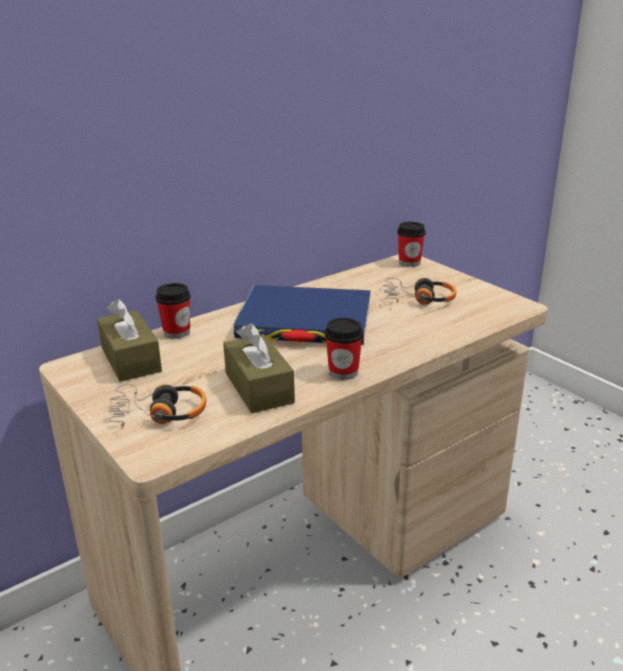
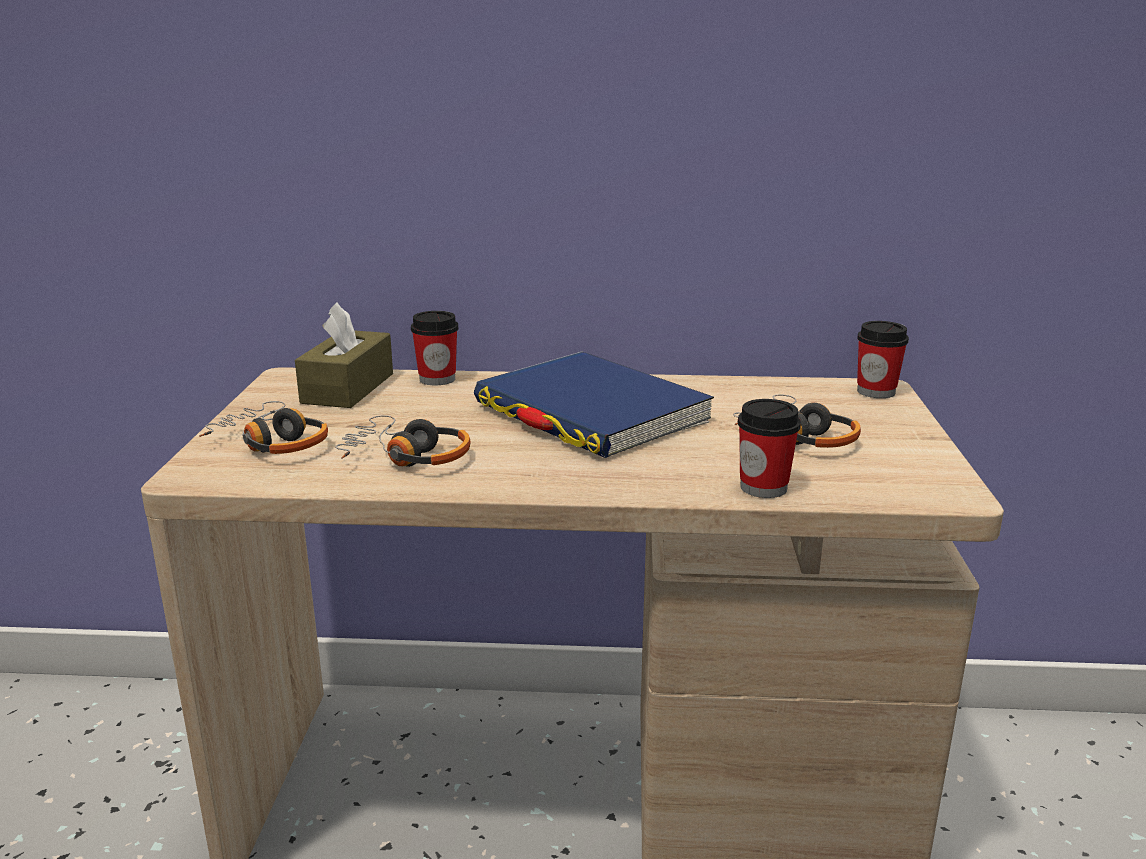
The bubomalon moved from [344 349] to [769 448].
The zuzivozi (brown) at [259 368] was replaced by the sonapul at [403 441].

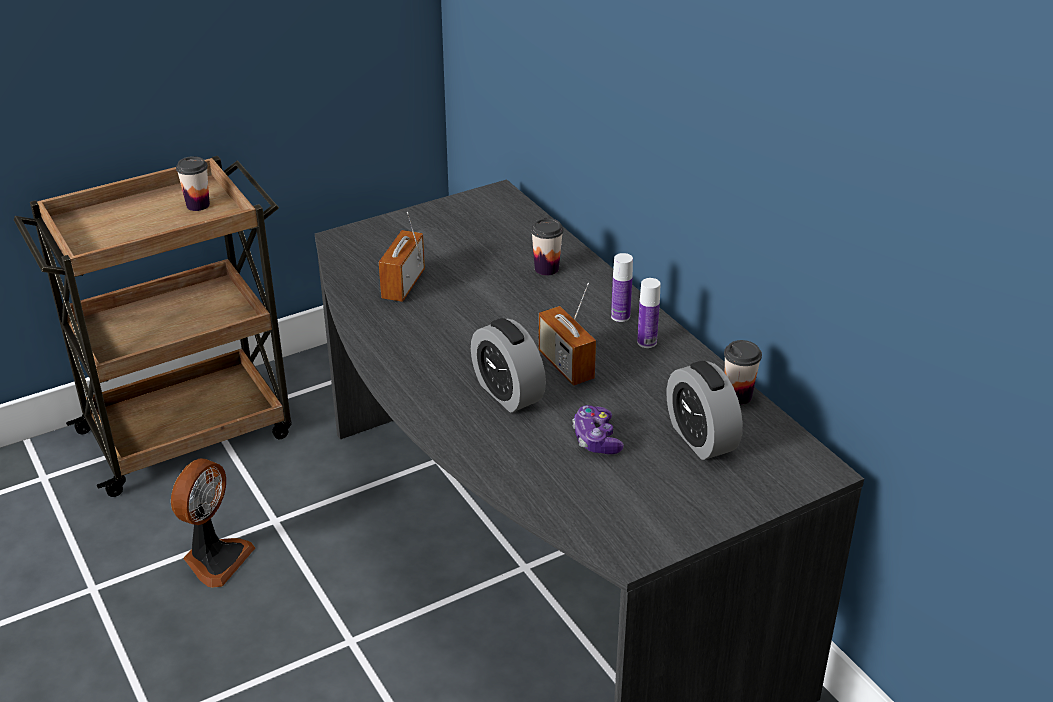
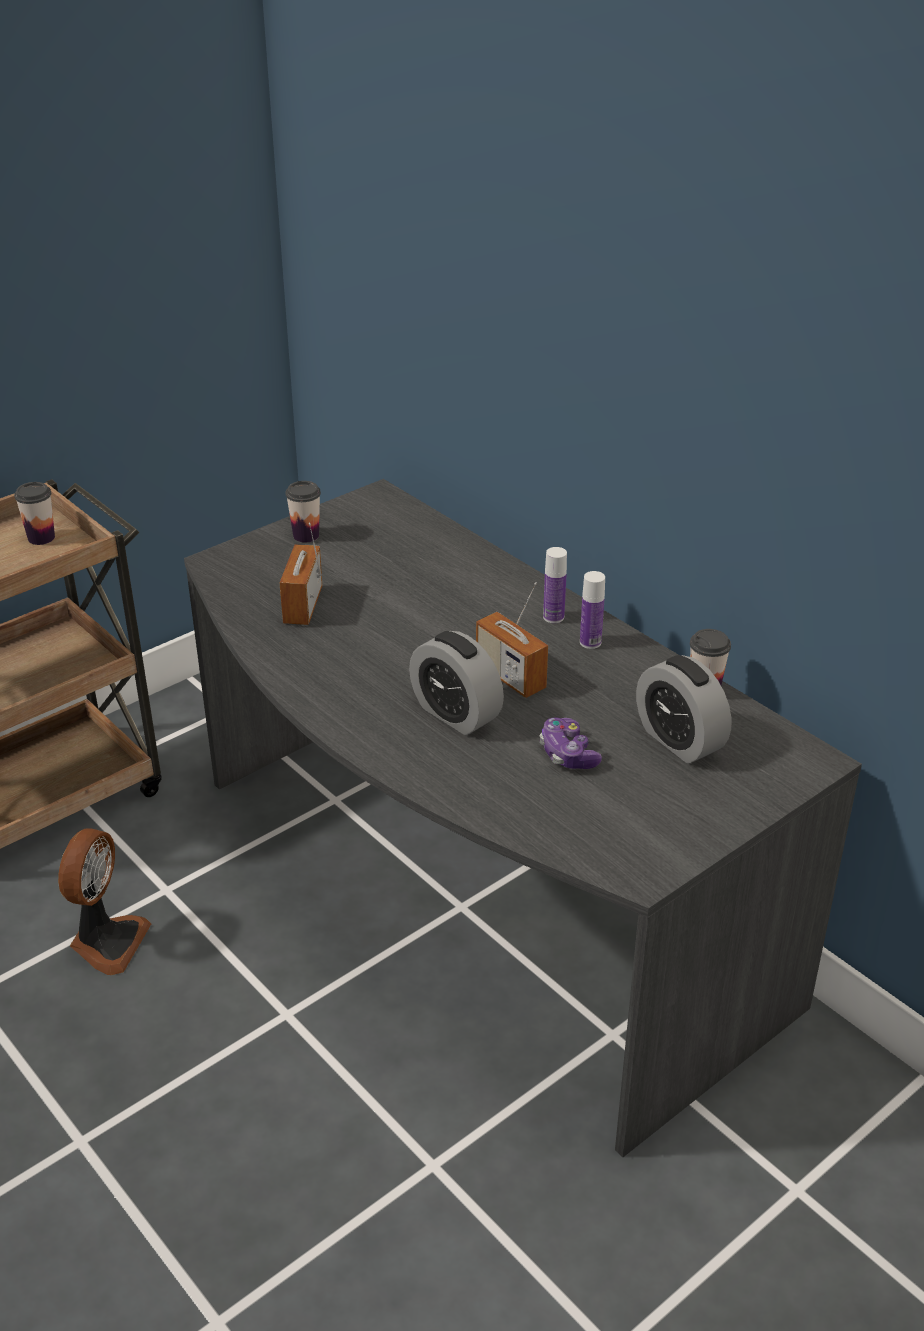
The bubomalon moved from [547 247] to [303 511].

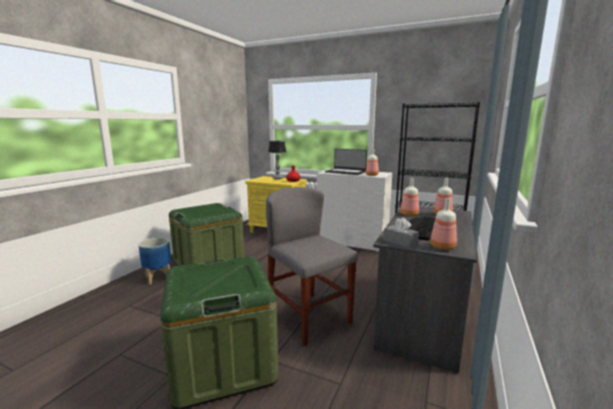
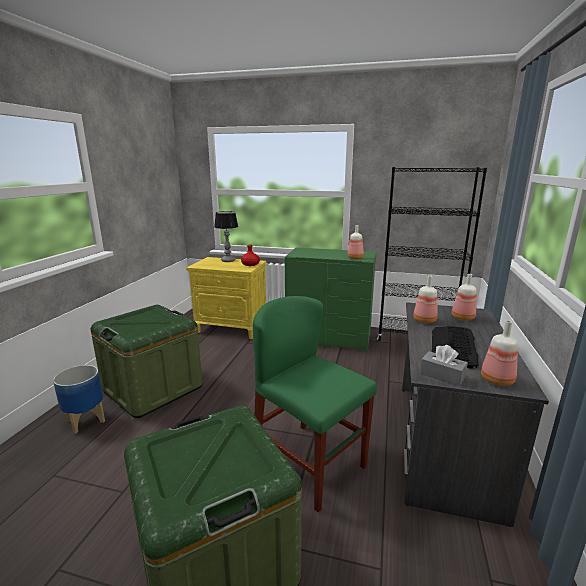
The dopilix at [346 162] disappeared.
The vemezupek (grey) at [312 266] became the vemezupek (green) at [315 404].
The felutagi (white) at [354 211] became the felutagi (green) at [330 299].

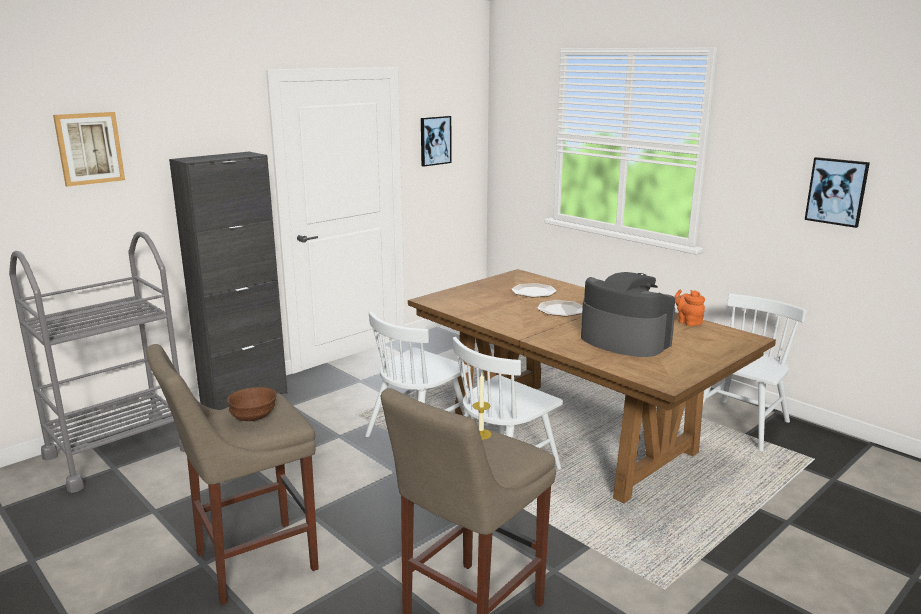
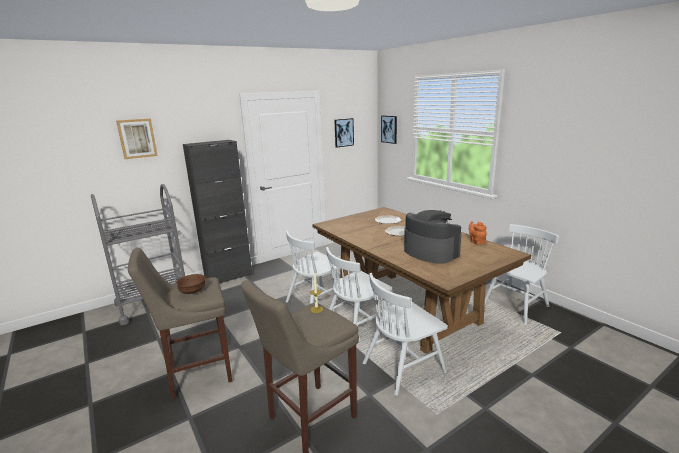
The vemezupek (white) at [405 334] appeared.
The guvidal moved from [837 192] to [389 130].

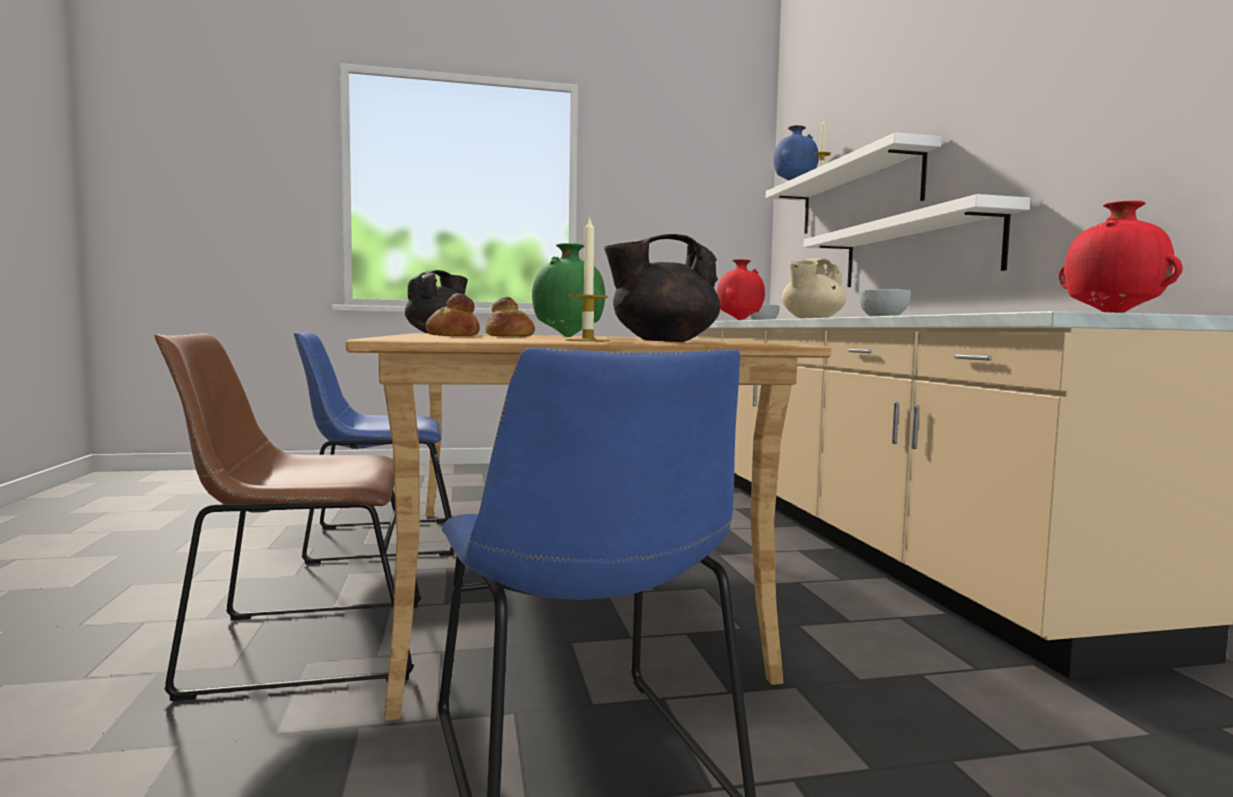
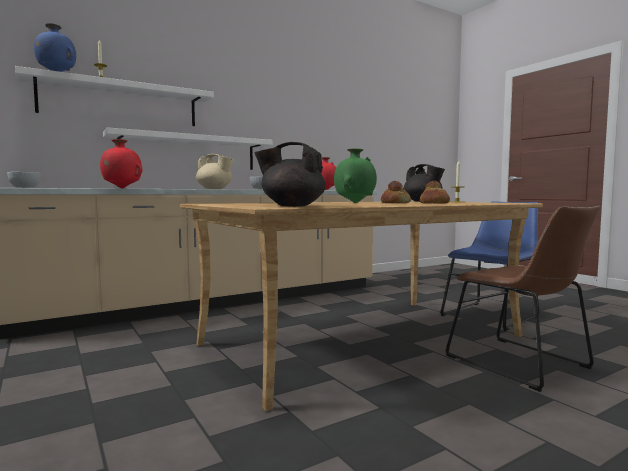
The vemezupek (blue) at [374 448] disappeared.

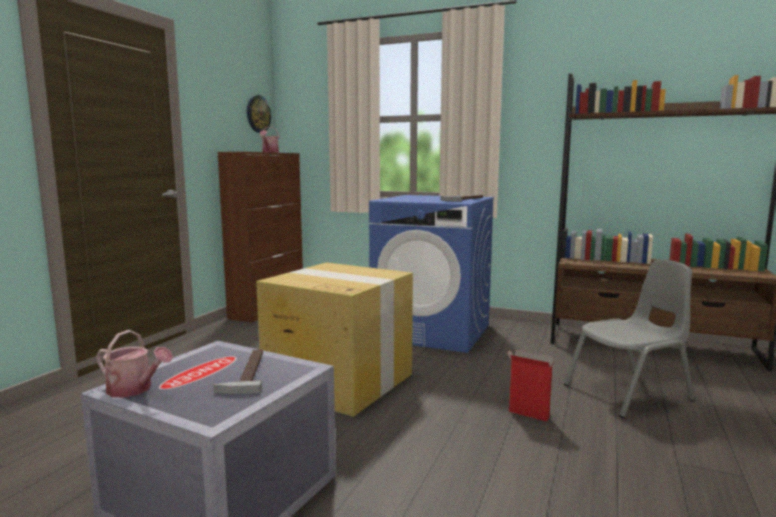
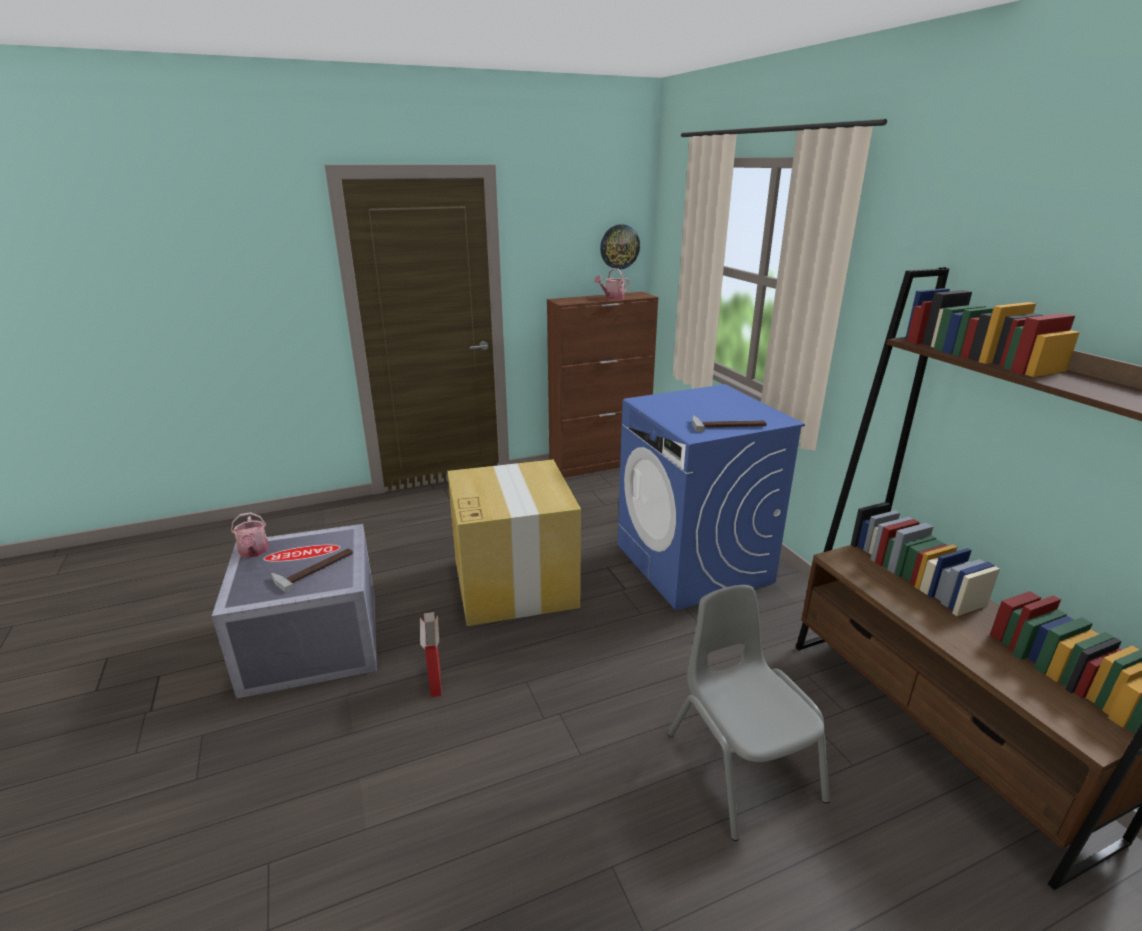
The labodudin moved from [531 386] to [431 654].
The vemezupek (grey) at [629 338] turned 135 degrees counterclockwise.

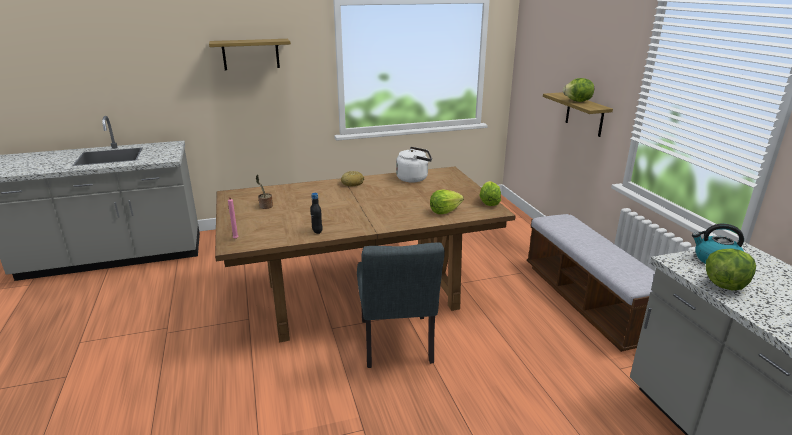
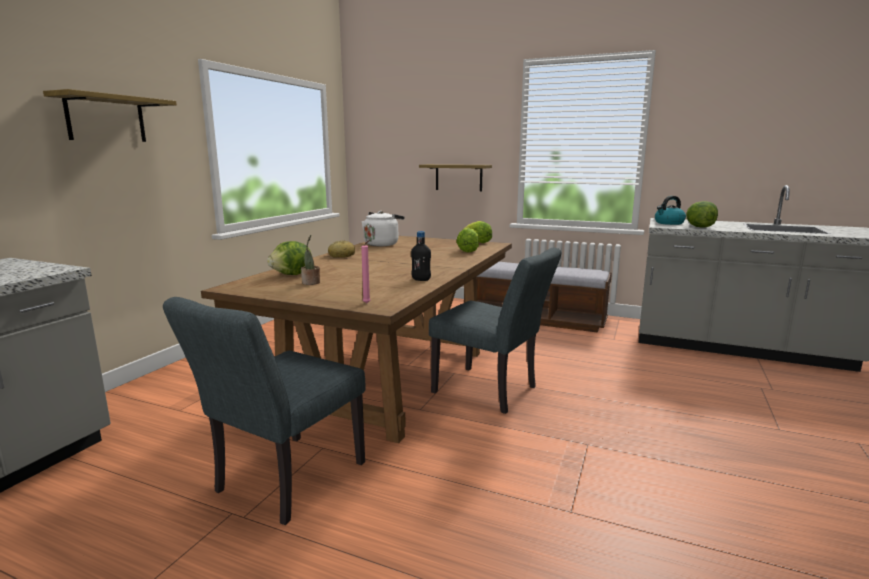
The vemezupek (grey) at [264 411] appeared.
The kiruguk moved from [578 90] to [289 258].

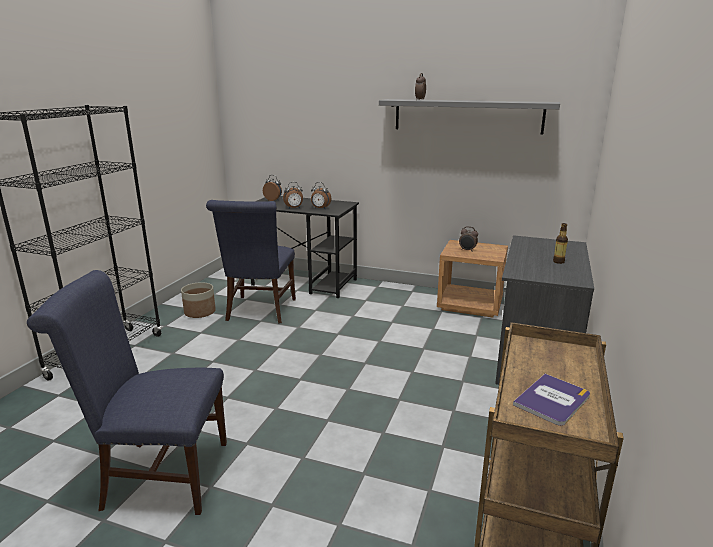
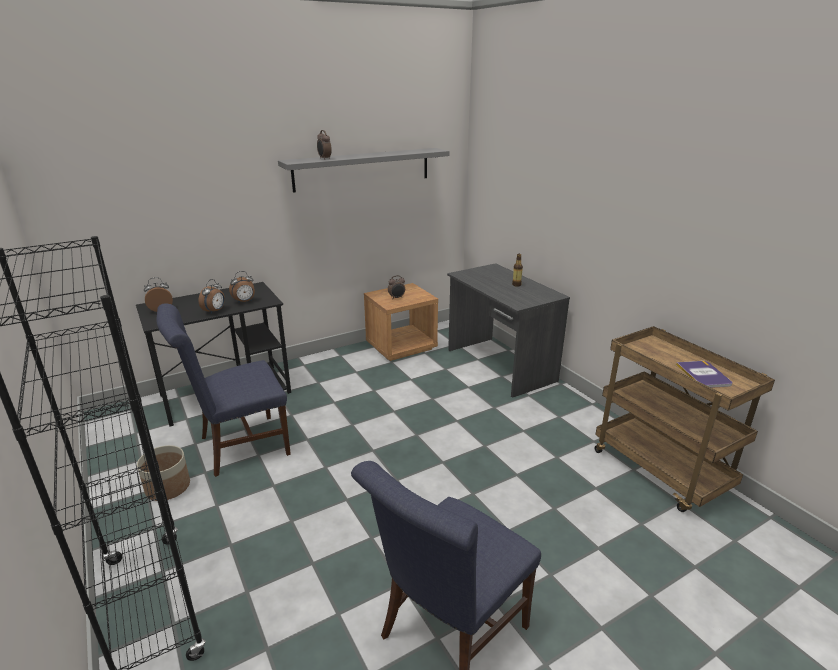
The vemezupek (blue) at [251 261] turned 105 degrees clockwise.

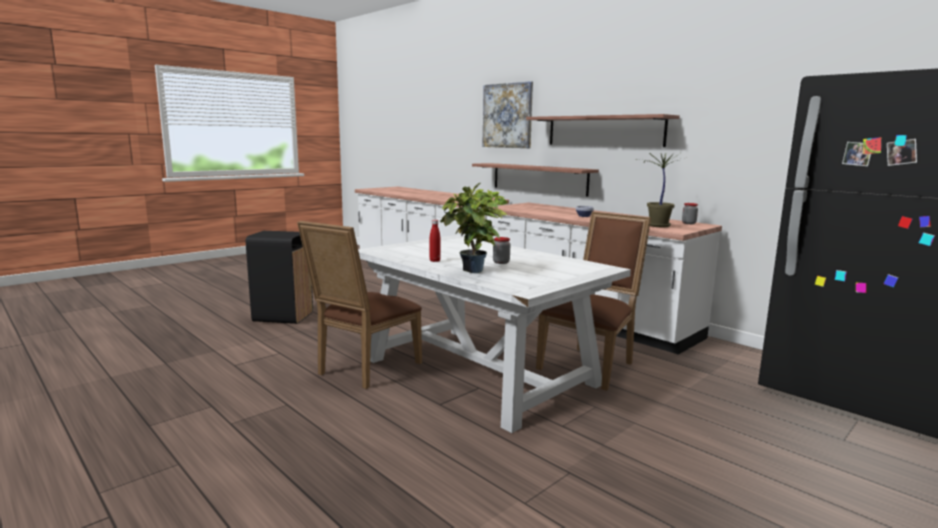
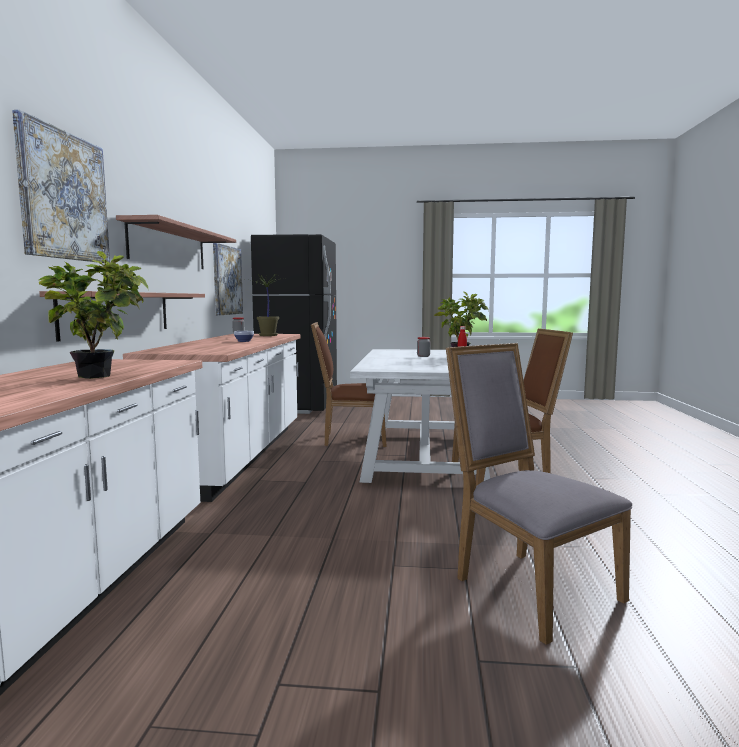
The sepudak at [93 315] appeared.
The guvidal at [228 279] appeared.
The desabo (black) at [279 277] was replaced by the vemezupek (grey) at [539 494].

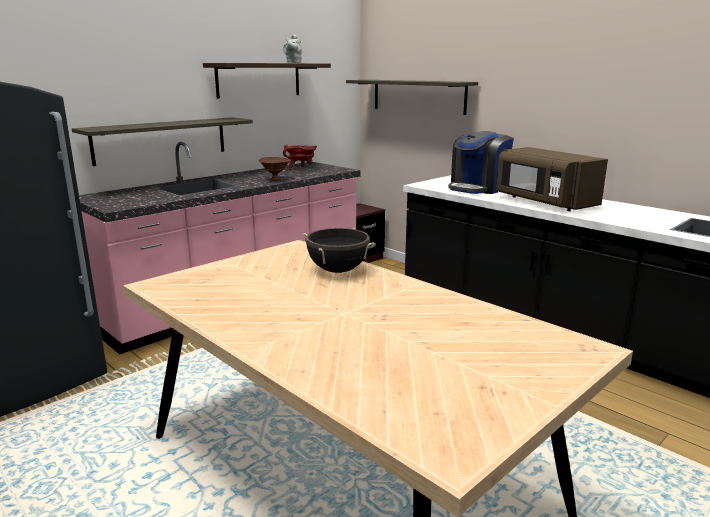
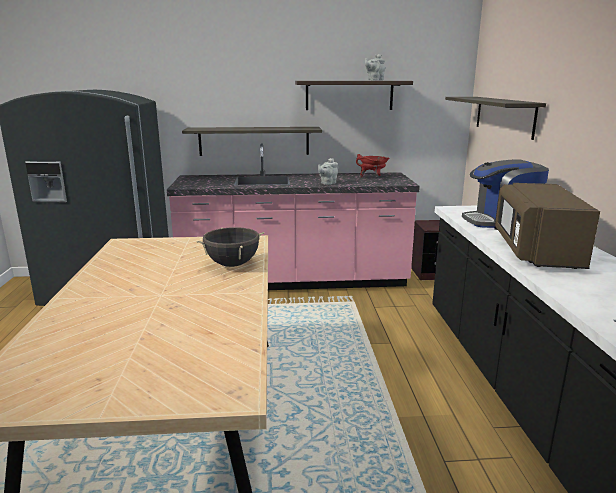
The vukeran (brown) at [274 169] was replaced by the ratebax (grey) at [328 171].

